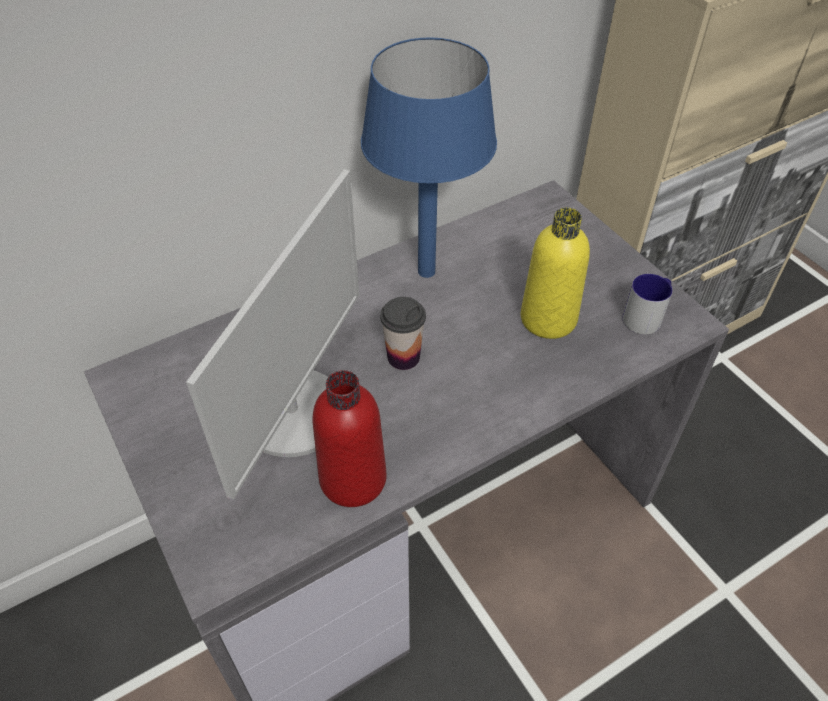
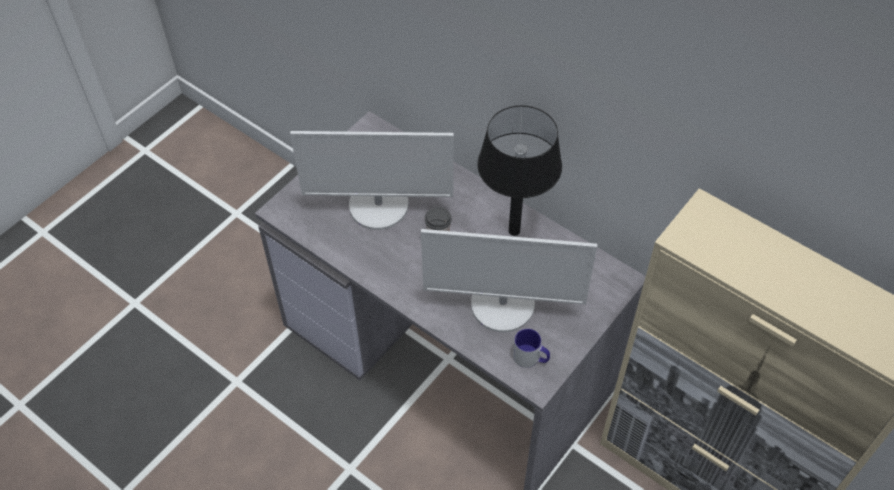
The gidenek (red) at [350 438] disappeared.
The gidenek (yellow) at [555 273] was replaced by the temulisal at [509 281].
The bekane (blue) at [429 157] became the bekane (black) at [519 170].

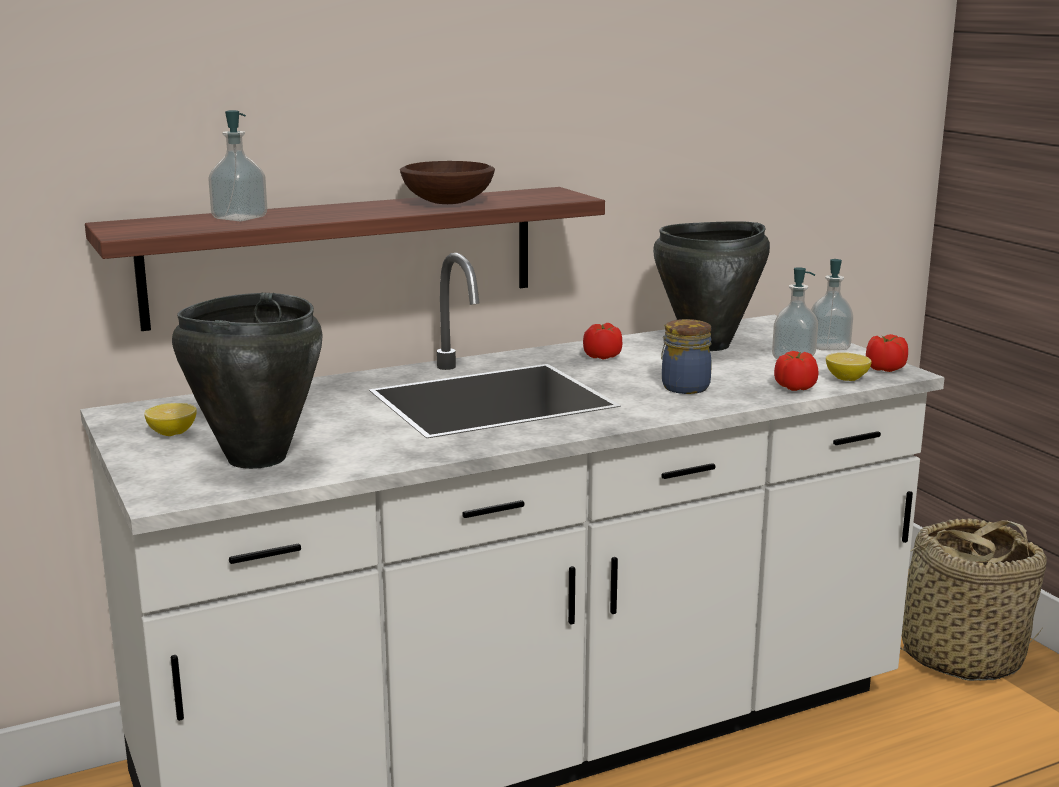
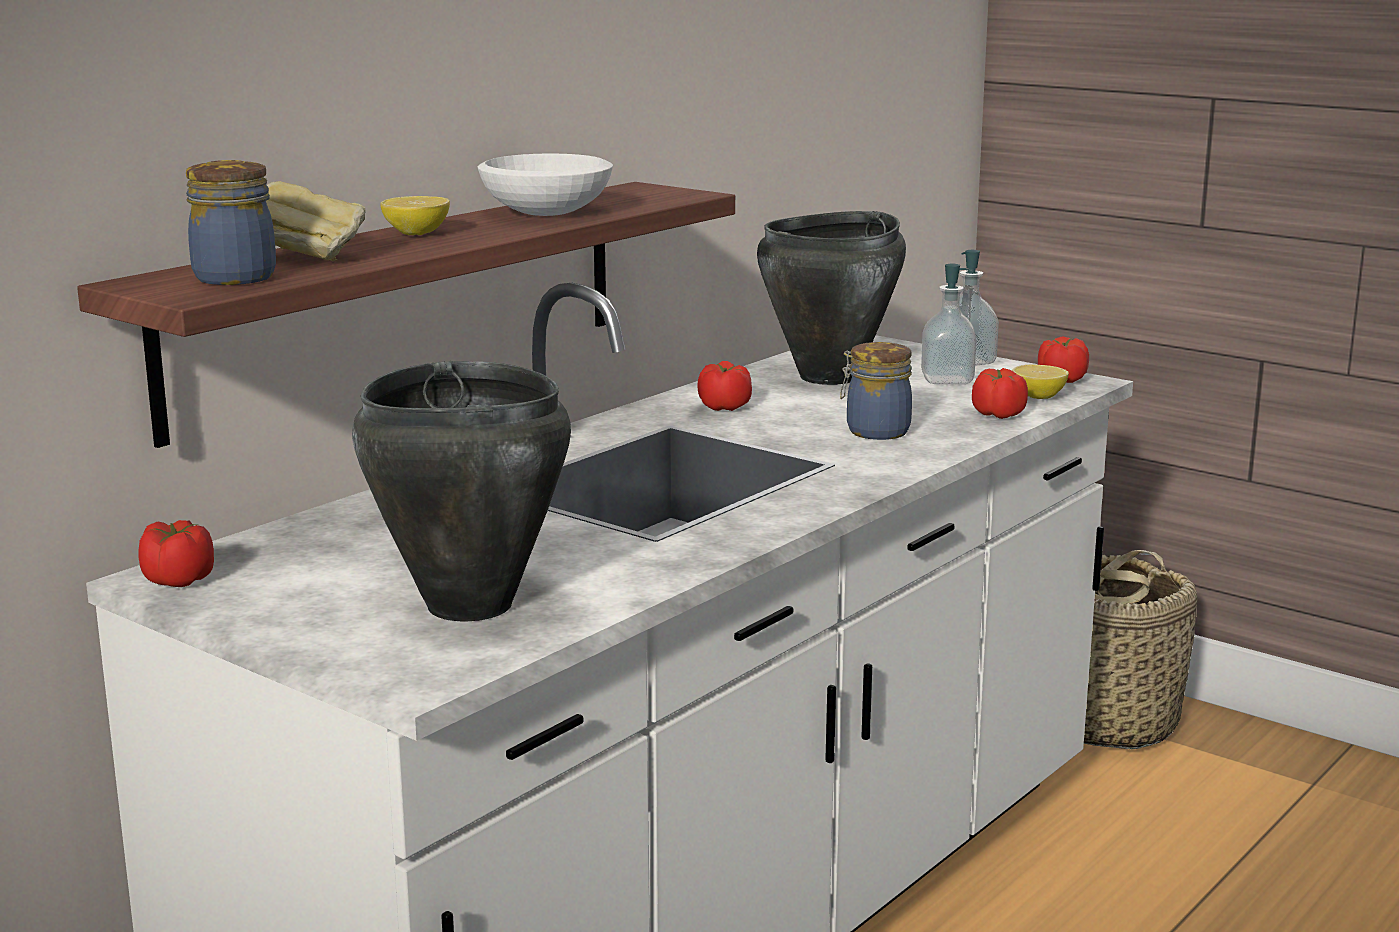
The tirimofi at [176 553] appeared.
The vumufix at [231 222] appeared.
The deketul moved from [170 419] to [415 215].
The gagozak at [237 166] was replaced by the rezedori at [315 221].
The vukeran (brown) at [447 182] became the vukeran (white) at [545 185].

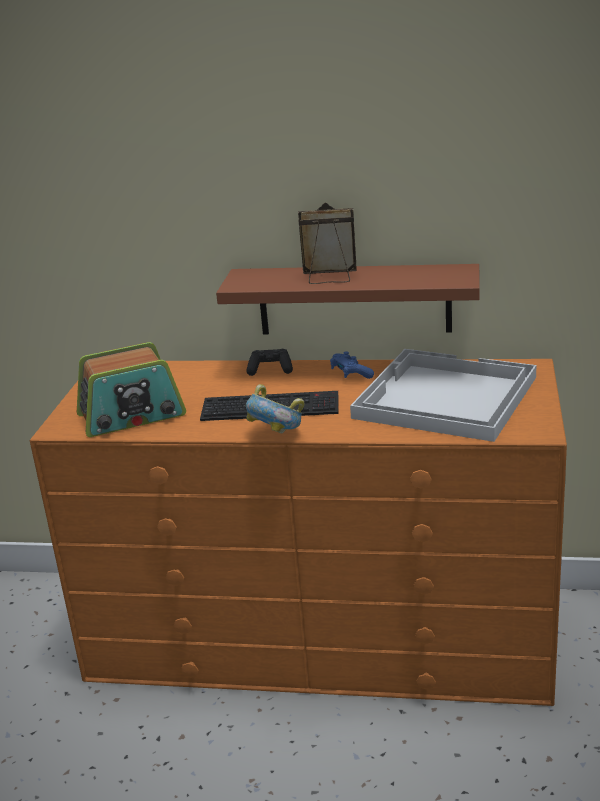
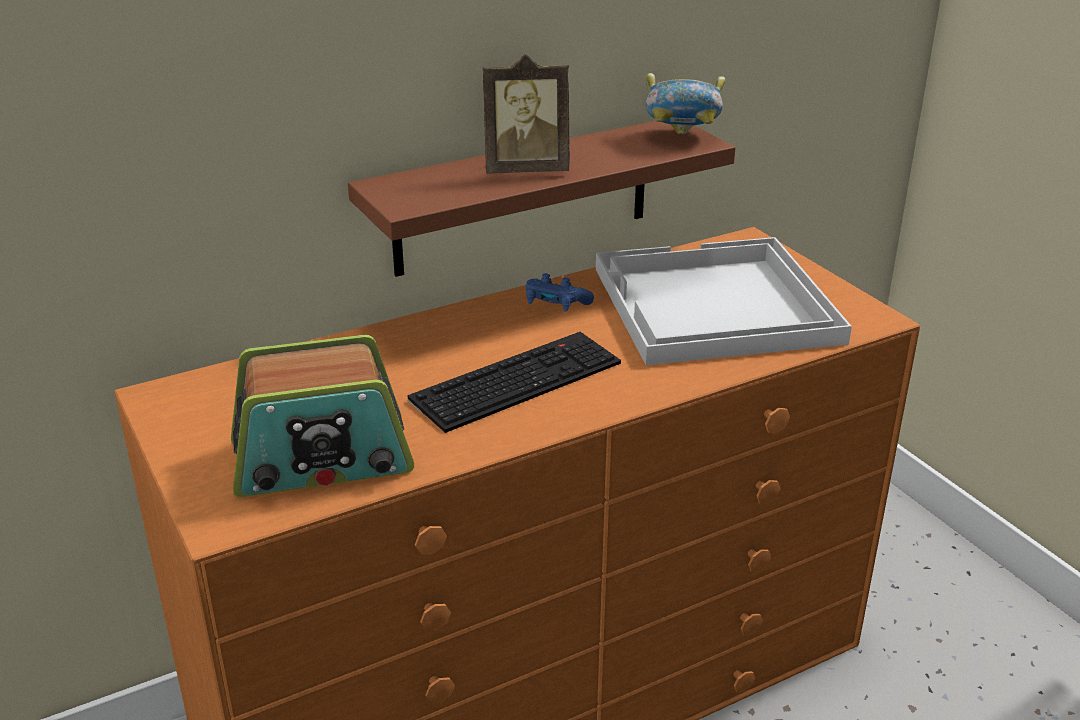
The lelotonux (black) at [269 362] disappeared.
The vukeran moved from [275 408] to [685 104].
The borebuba at [131 389] turned 45 degrees clockwise.
The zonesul at [327 243] turned 150 degrees counterclockwise.

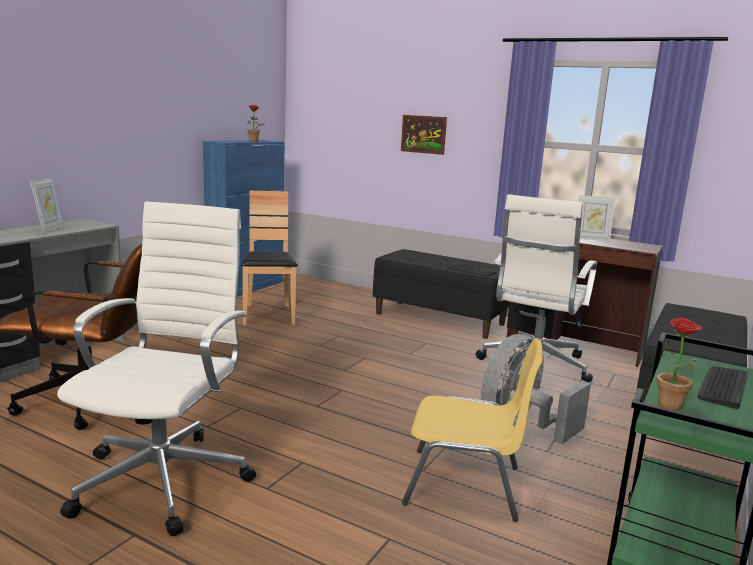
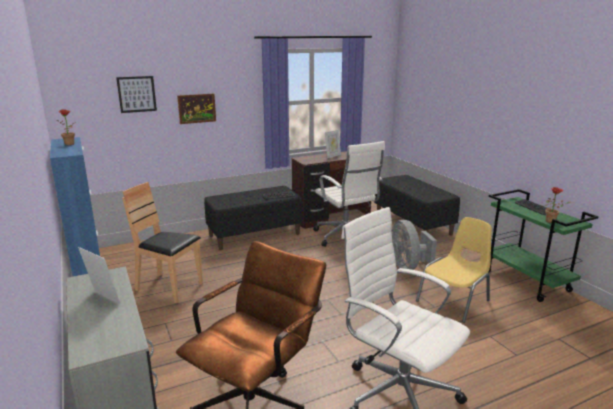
The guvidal at [136 94] appeared.

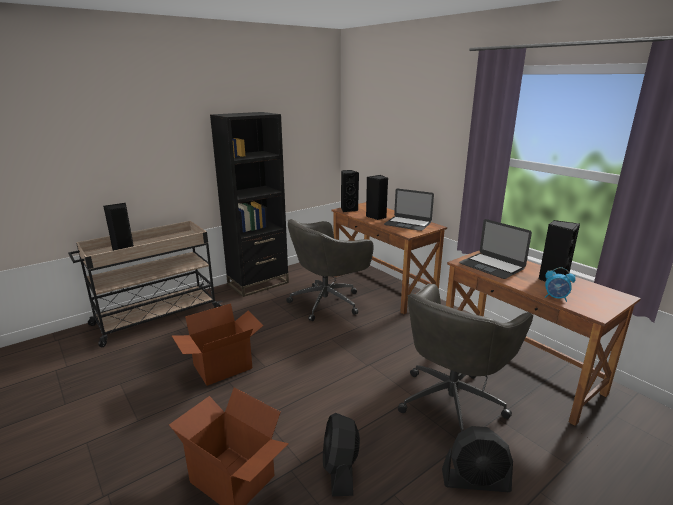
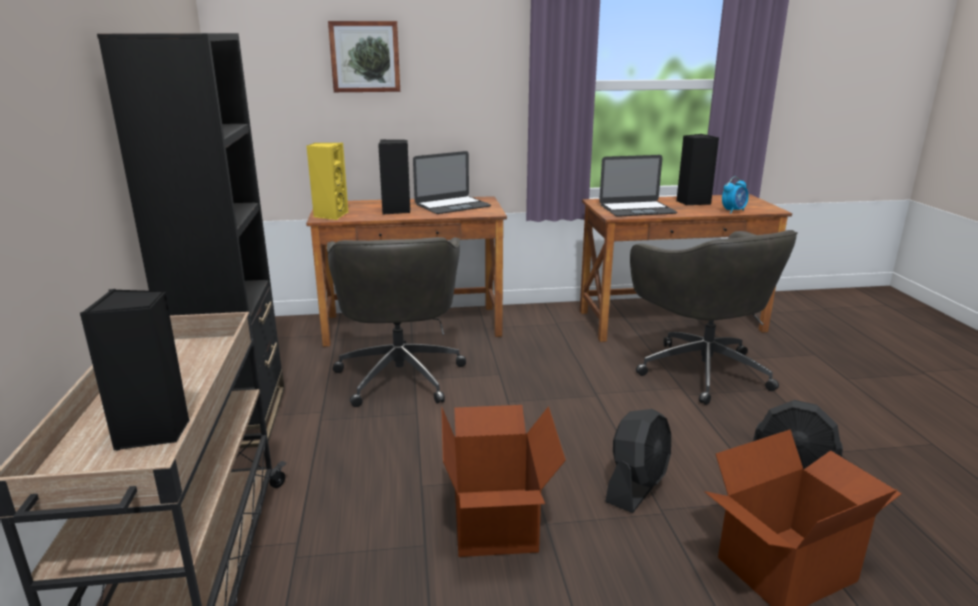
The guvidal at [364 56] appeared.
The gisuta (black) moved from [477 459] to [638 461].
The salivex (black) at [350 191] became the salivex (yellow) at [327 181].

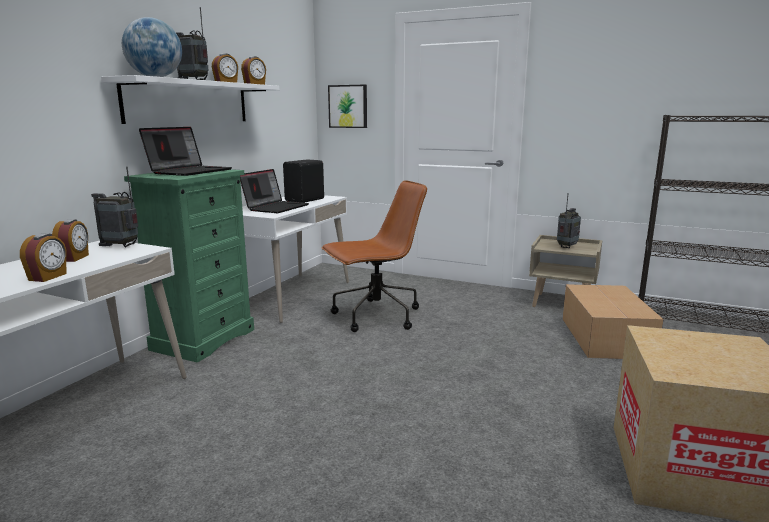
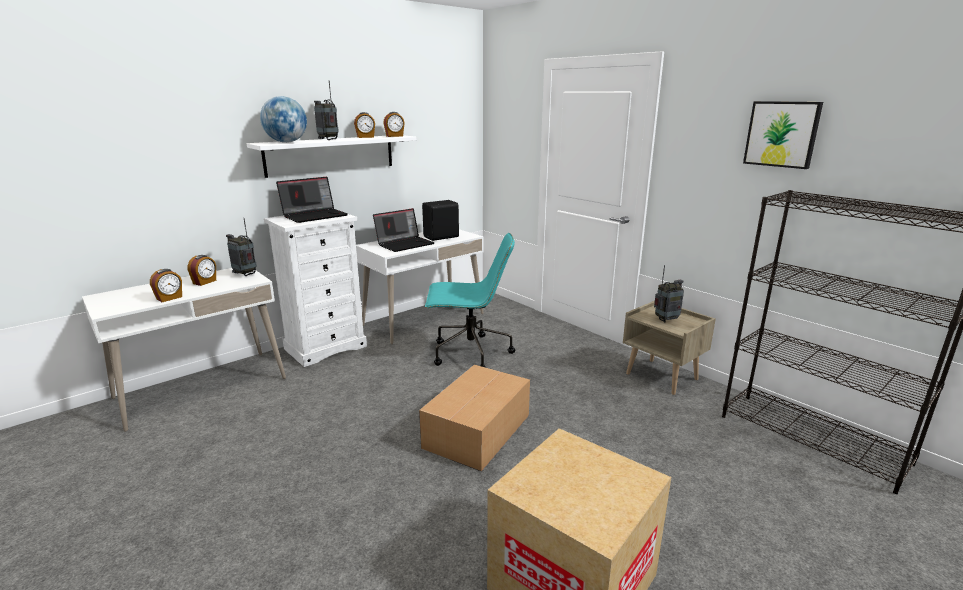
The guvidal moved from [347 106] to [783 135].
The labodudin moved from [613 321] to [474 418].
The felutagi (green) at [189 266] became the felutagi (white) at [315 290].
The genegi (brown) at [374 256] became the genegi (turquoise) at [470 300].

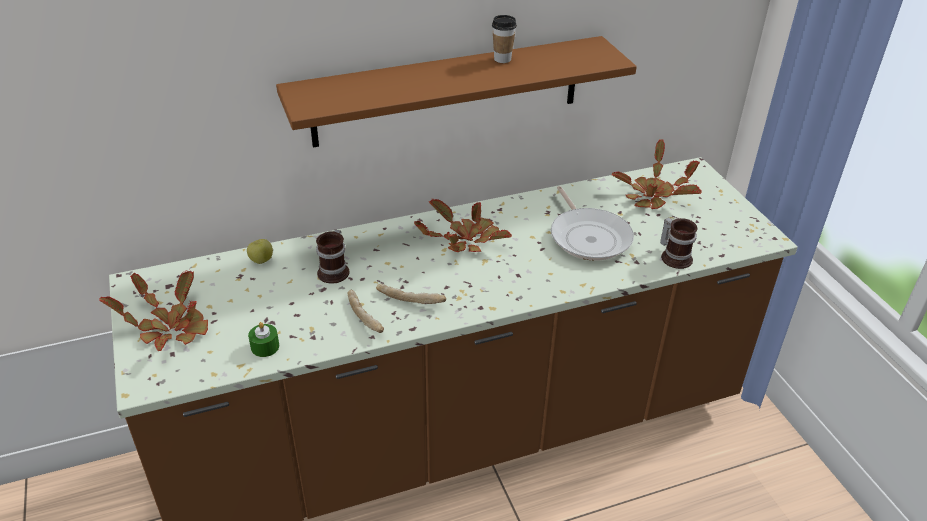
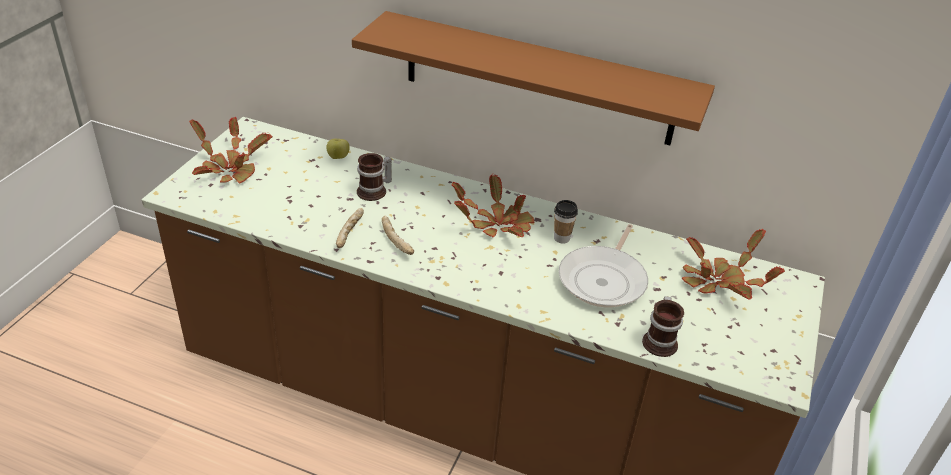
The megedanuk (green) at [263 339] disappeared.
The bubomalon moved from [504 39] to [566 222].

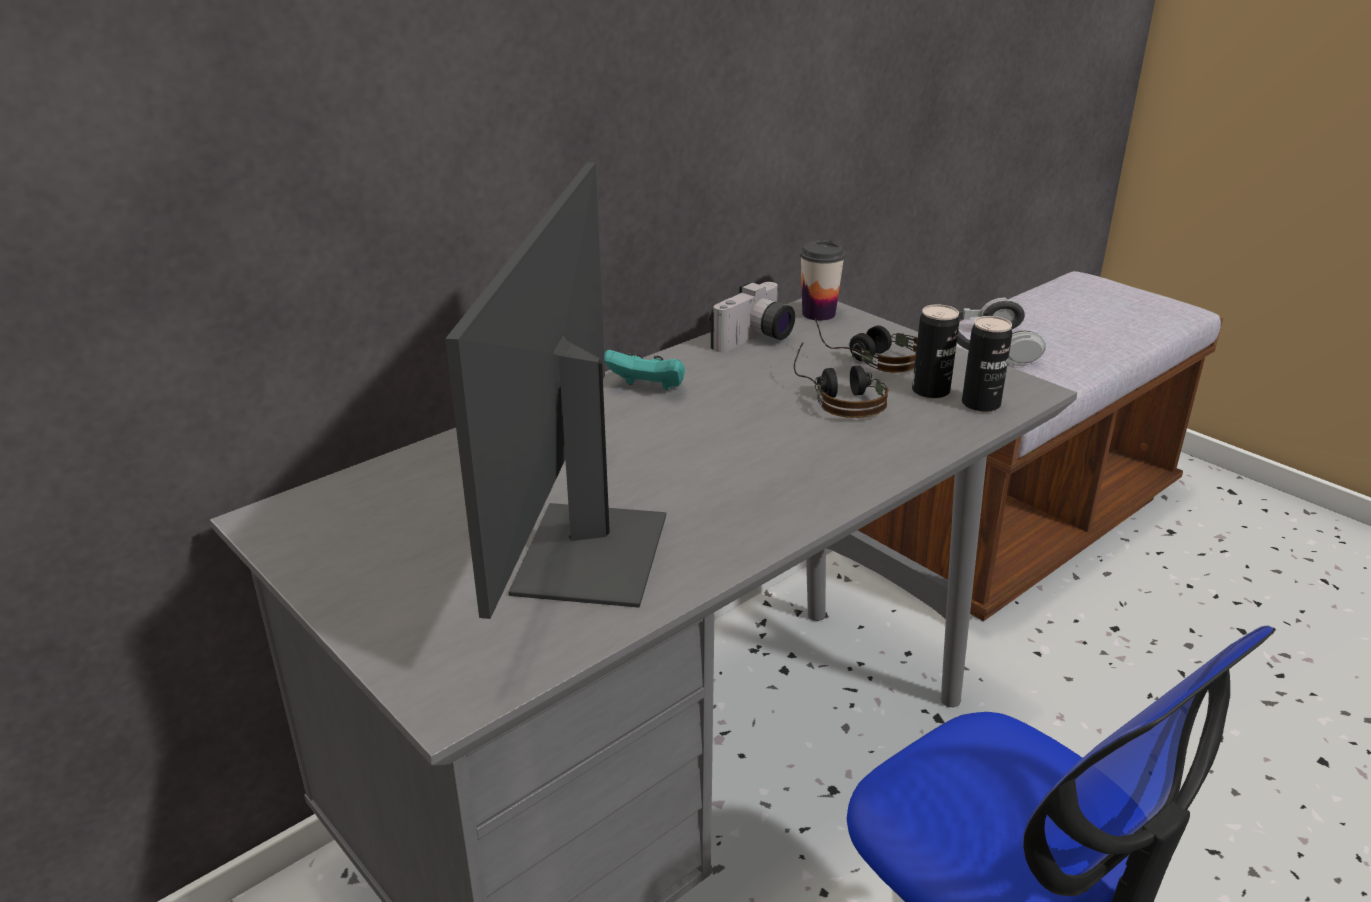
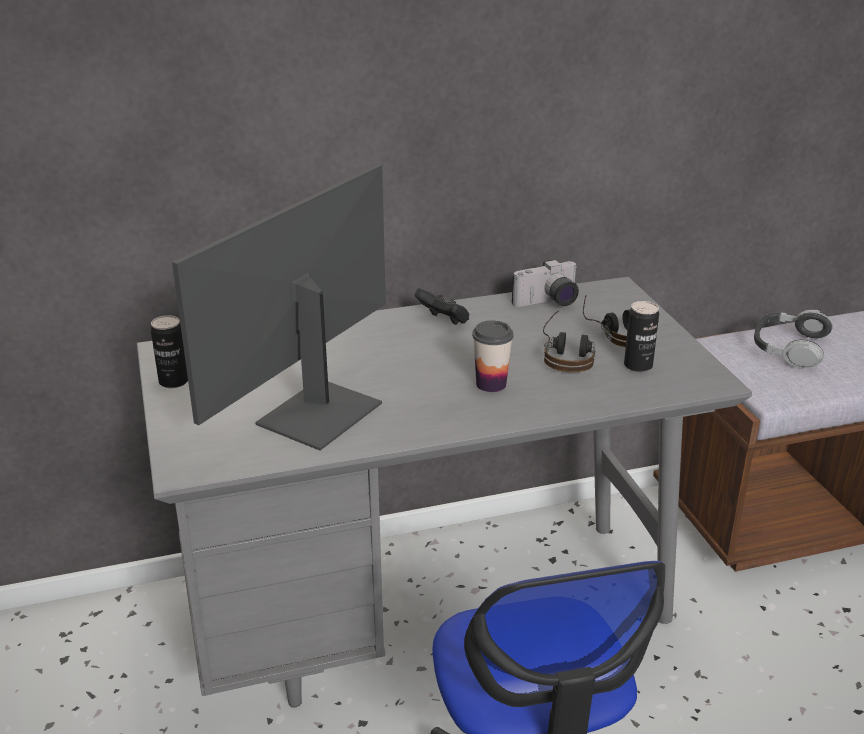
The bubomalon moved from [822 281] to [492 356].
The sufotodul moved from [987 364] to [169 351].
The lelotonux (turquoise) at [644 370] became the lelotonux (black) at [441 306].

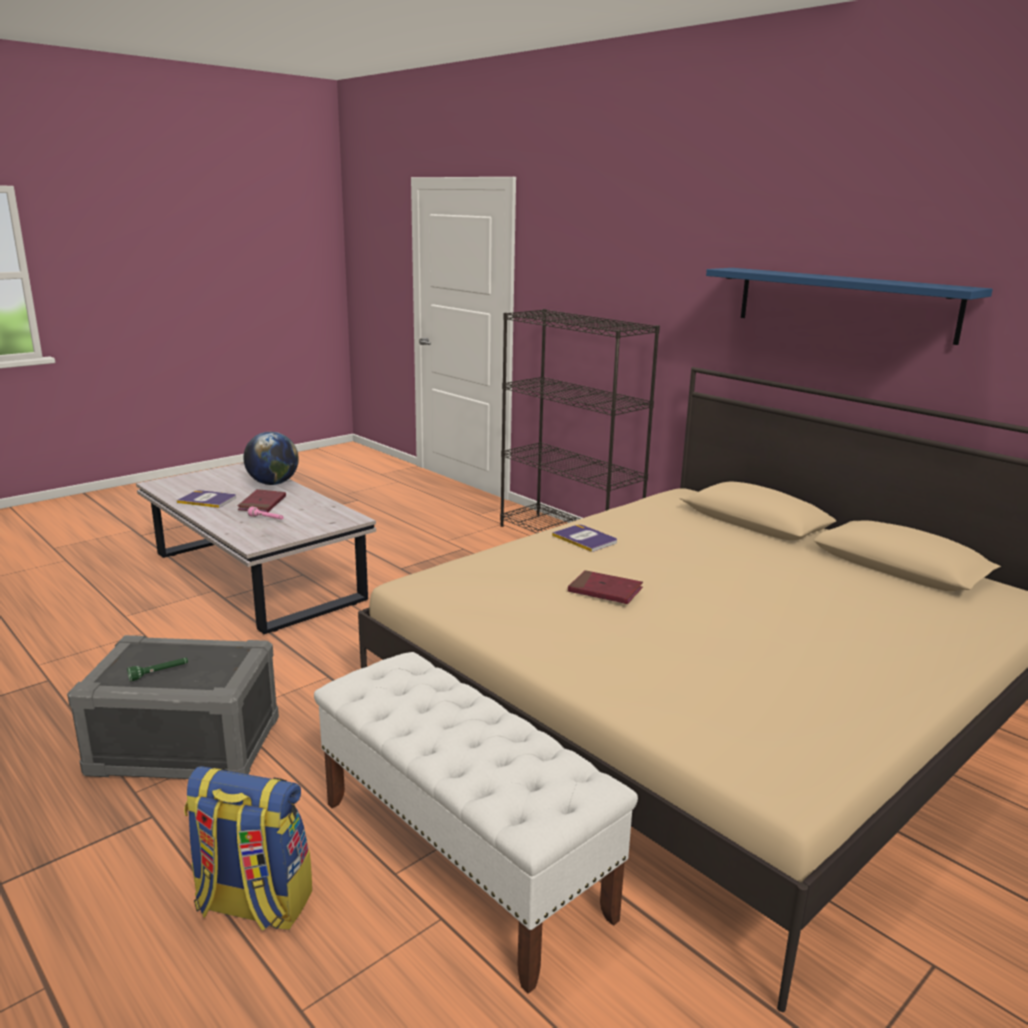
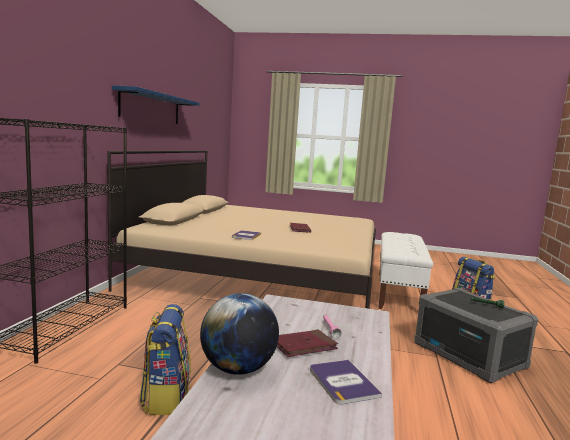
The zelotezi at [165 359] appeared.

